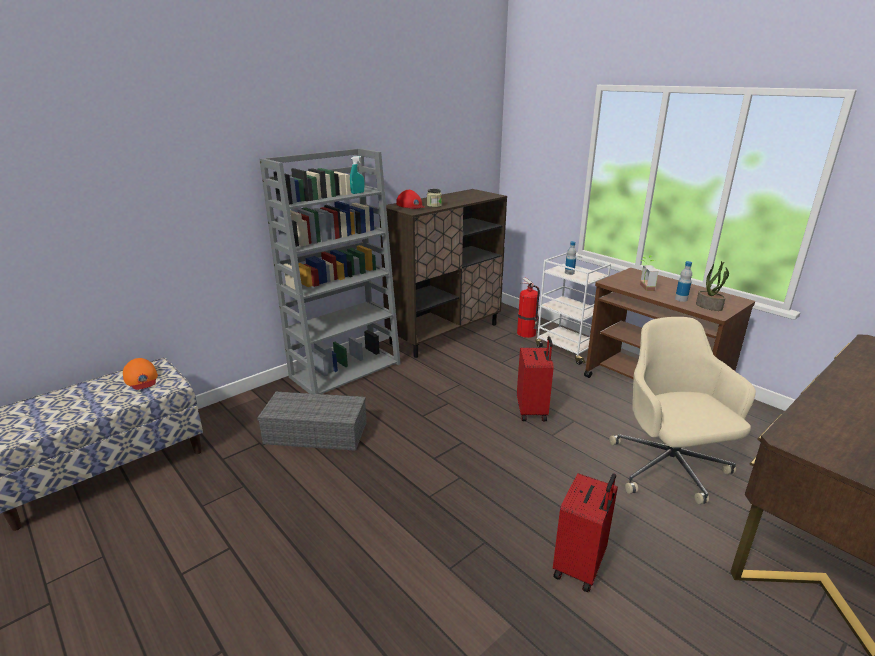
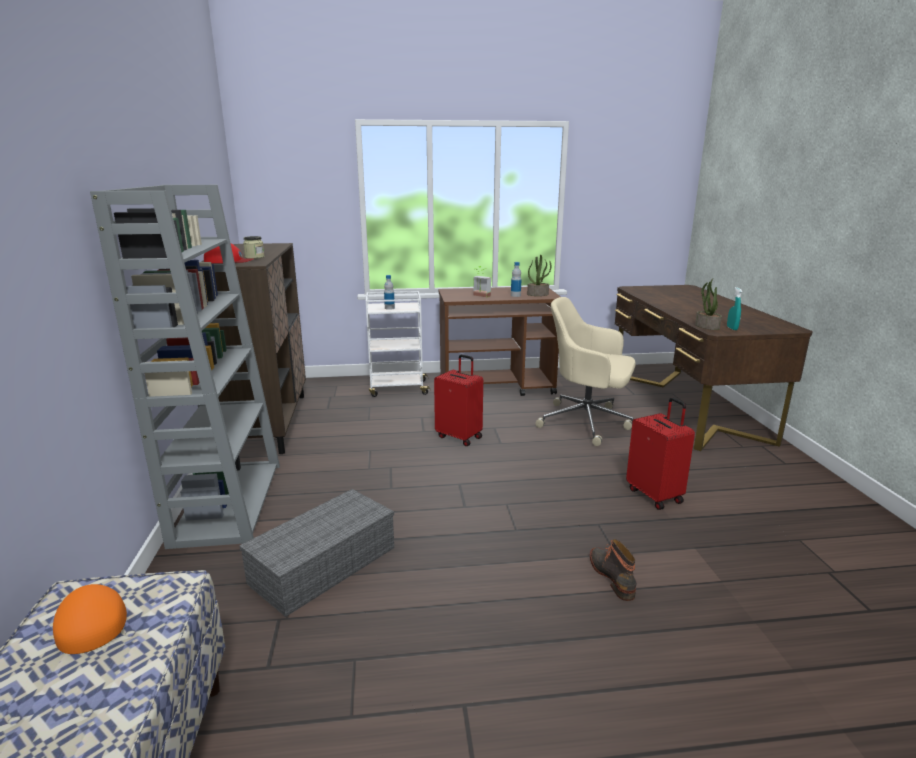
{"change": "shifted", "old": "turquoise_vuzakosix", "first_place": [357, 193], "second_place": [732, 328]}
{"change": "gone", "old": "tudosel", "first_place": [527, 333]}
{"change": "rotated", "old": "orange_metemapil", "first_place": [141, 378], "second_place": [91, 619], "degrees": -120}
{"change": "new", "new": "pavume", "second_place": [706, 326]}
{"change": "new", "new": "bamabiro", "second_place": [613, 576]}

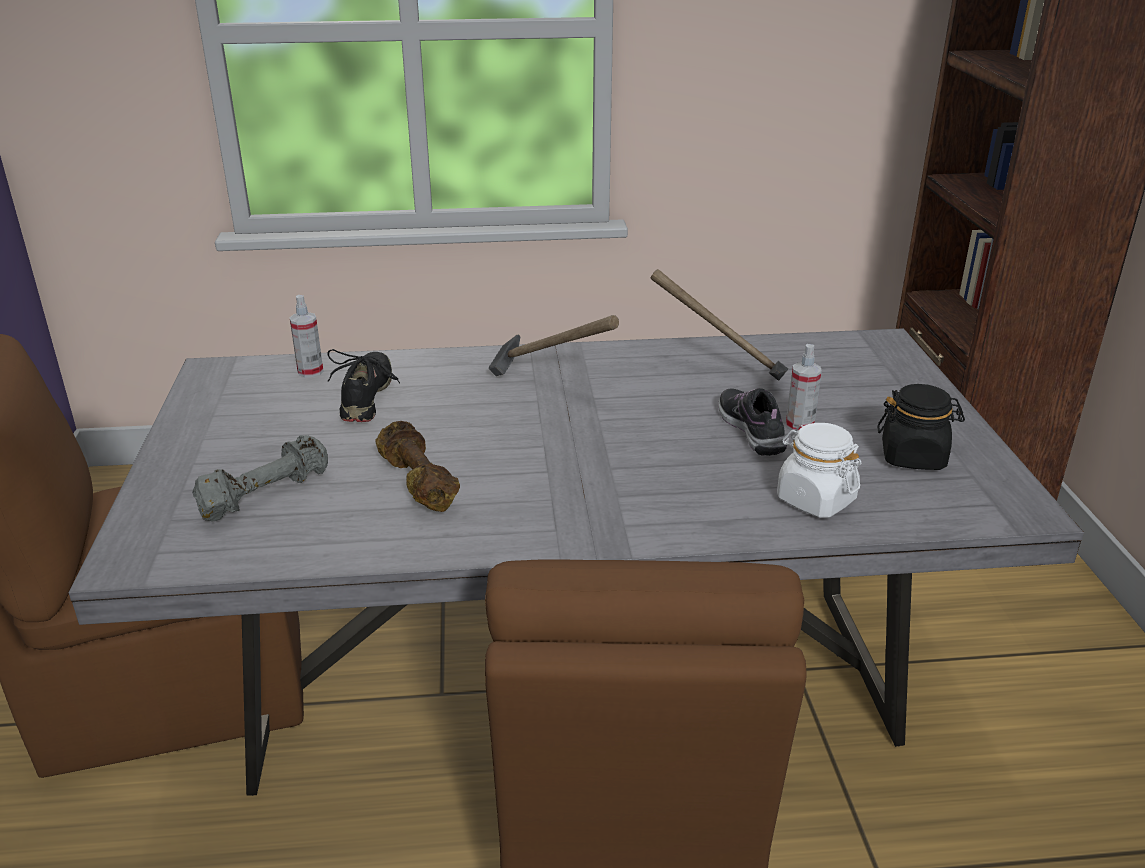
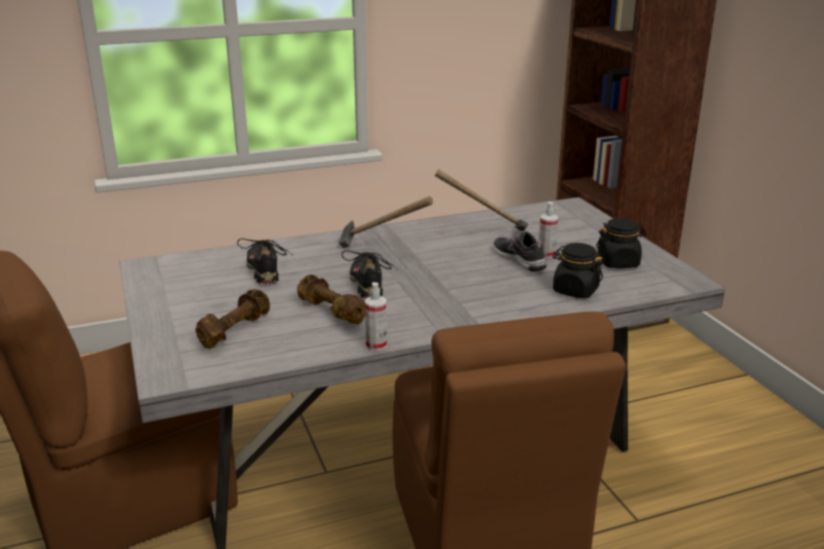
{"change": "shifted", "old": "vuzakosix", "first_place": [310, 371], "second_place": [376, 345]}
{"change": "repainted", "old": "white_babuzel", "new": "black_babuzel", "first_place": [815, 500], "second_place": [575, 290]}
{"change": "repainted", "old": "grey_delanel", "new": "brown_delanel", "first_place": [264, 494], "second_place": [234, 330]}
{"change": "new", "new": "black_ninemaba", "second_place": [369, 283]}

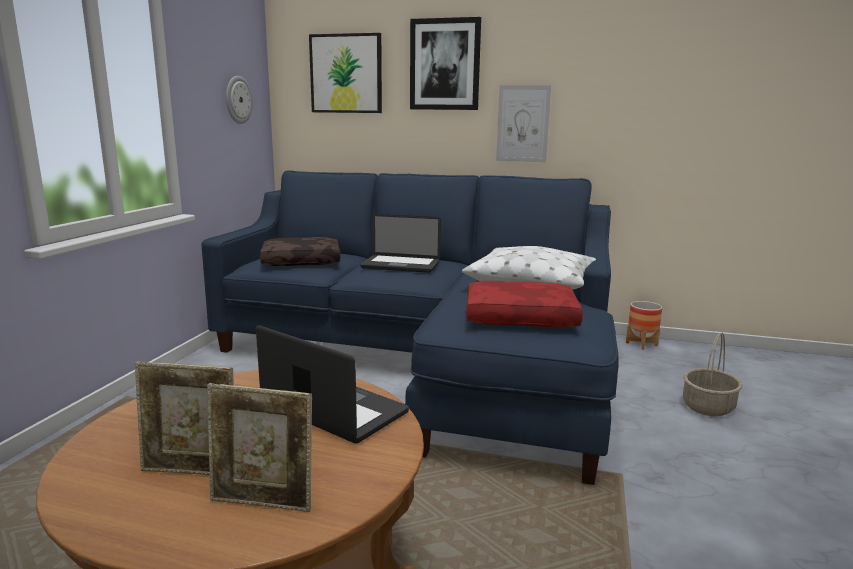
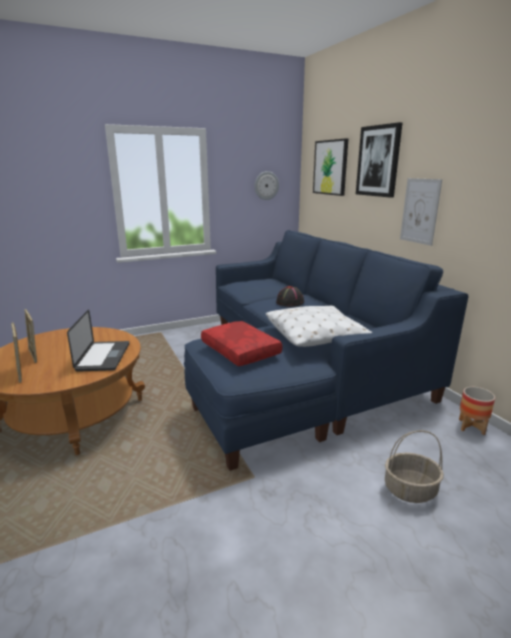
{"change": "swapped", "old": "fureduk", "new": "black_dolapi", "first_place": [400, 265], "second_place": [290, 302]}
{"change": "gone", "old": "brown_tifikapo", "first_place": [302, 261]}

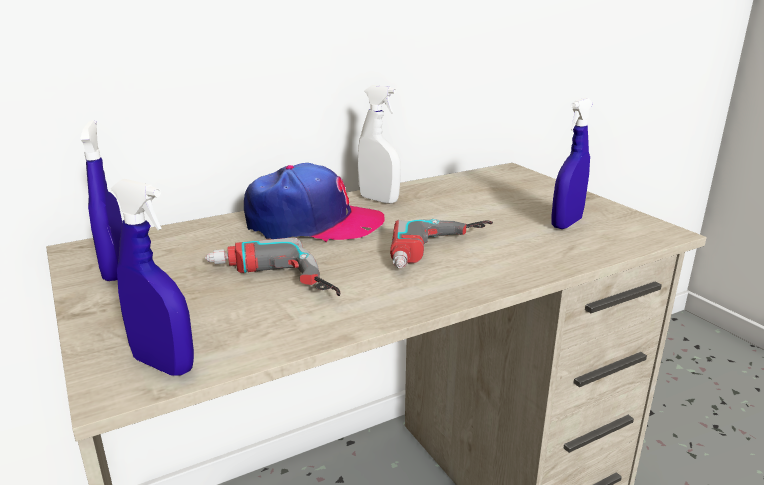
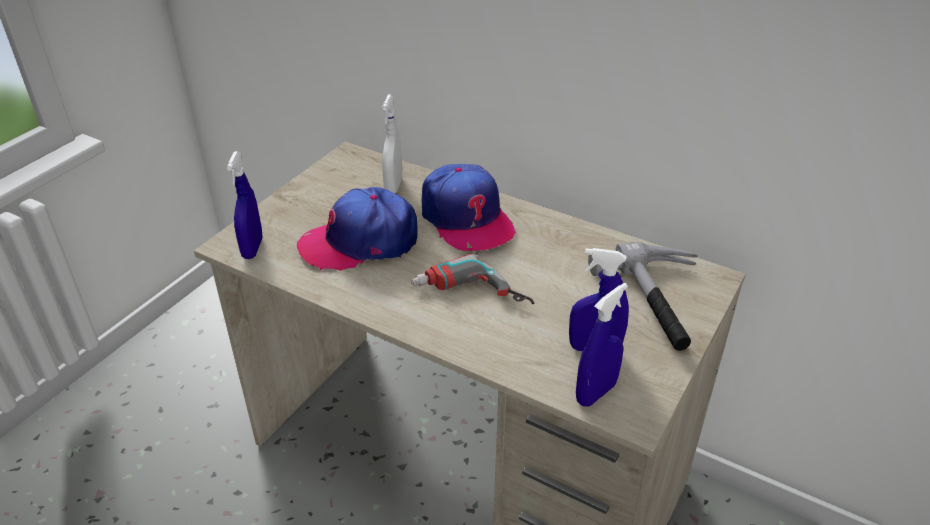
{"change": "shifted", "old": "white_vuzakosix", "first_place": [379, 200], "second_place": [393, 186]}
{"change": "shifted", "old": "blue_vuzakosix", "first_place": [116, 270], "second_place": [596, 393]}
{"change": "swapped", "old": "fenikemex", "new": "metemapil", "first_place": [269, 283], "second_place": [360, 241]}
{"change": "new", "new": "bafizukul", "second_place": [661, 302]}

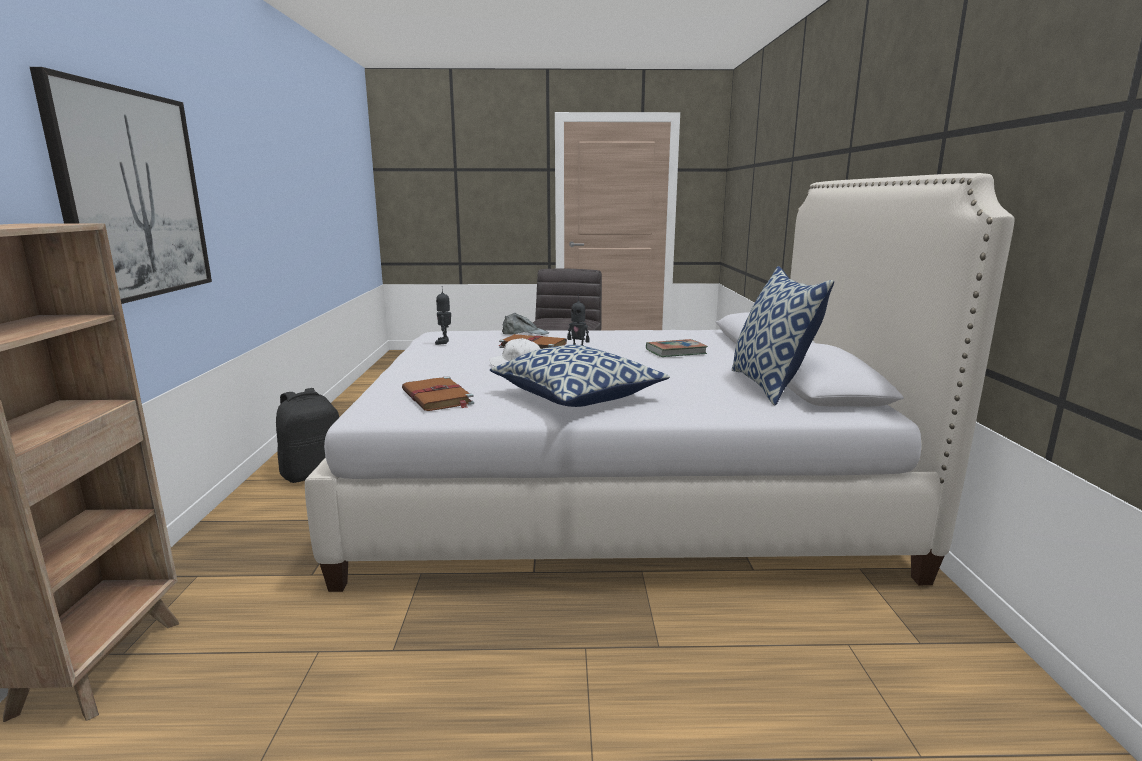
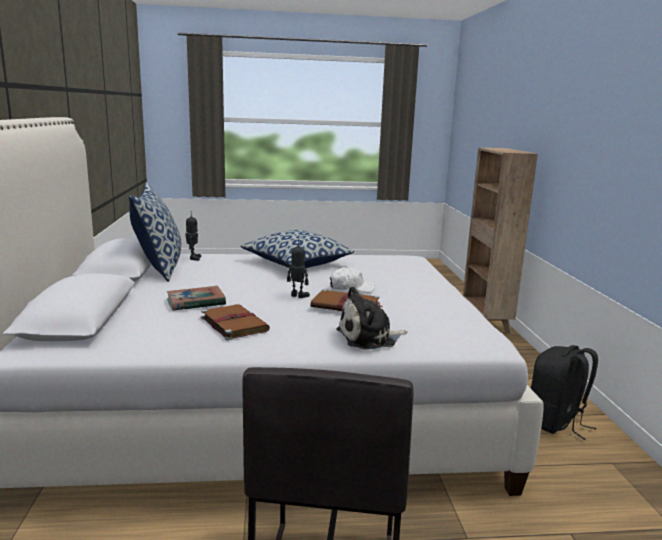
{"change": "gone", "old": "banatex", "first_place": [133, 195]}
{"change": "shifted", "old": "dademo", "first_place": [444, 342], "second_place": [193, 258]}
{"change": "swapped", "old": "grey_metemapil", "new": "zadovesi", "first_place": [525, 333], "second_place": [369, 338]}
{"change": "shifted", "old": "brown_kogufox", "first_place": [437, 397], "second_place": [233, 324]}

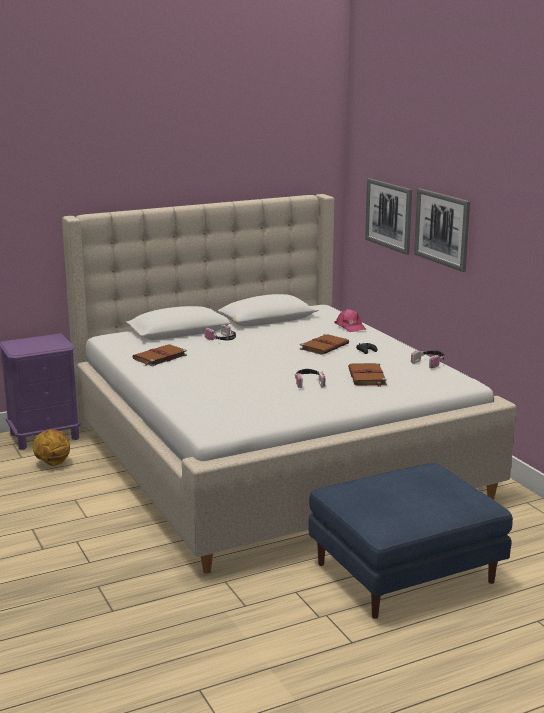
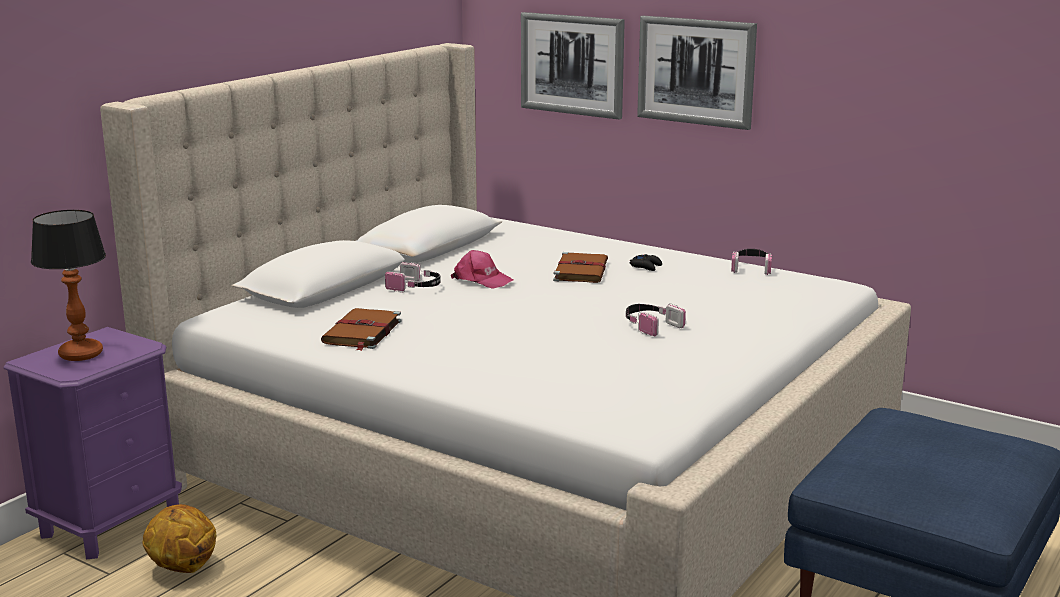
{"change": "shifted", "old": "pink_metemapil", "first_place": [350, 327], "second_place": [482, 280]}
{"change": "gone", "old": "brown_kogufox", "first_place": [367, 377]}
{"change": "new", "new": "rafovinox", "second_place": [81, 355]}

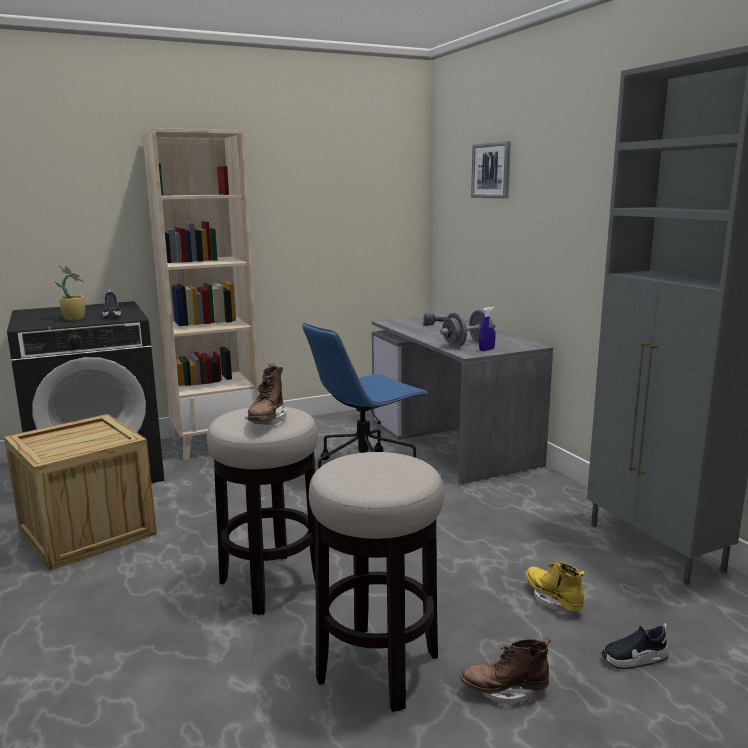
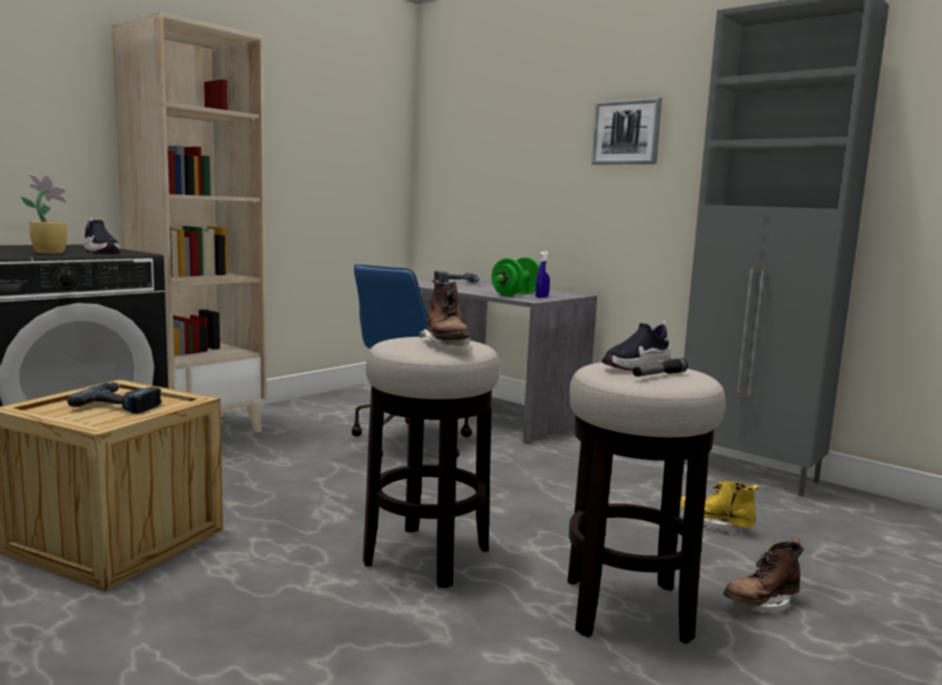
{"change": "shifted", "old": "banatex", "first_place": [491, 170], "second_place": [626, 132]}
{"change": "repainted", "old": "grey_delanel", "new": "green_delanel", "first_place": [467, 345], "second_place": [515, 294]}
{"change": "shifted", "old": "ninemaba", "first_place": [634, 659], "second_place": [636, 366]}
{"change": "new", "new": "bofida", "second_place": [659, 375]}
{"change": "new", "new": "fenikemex", "second_place": [121, 404]}

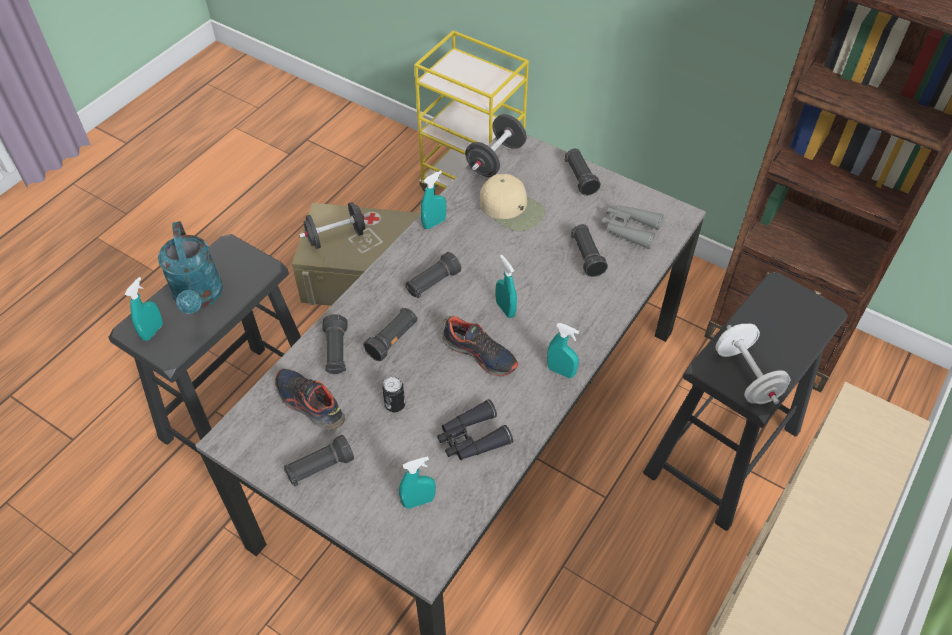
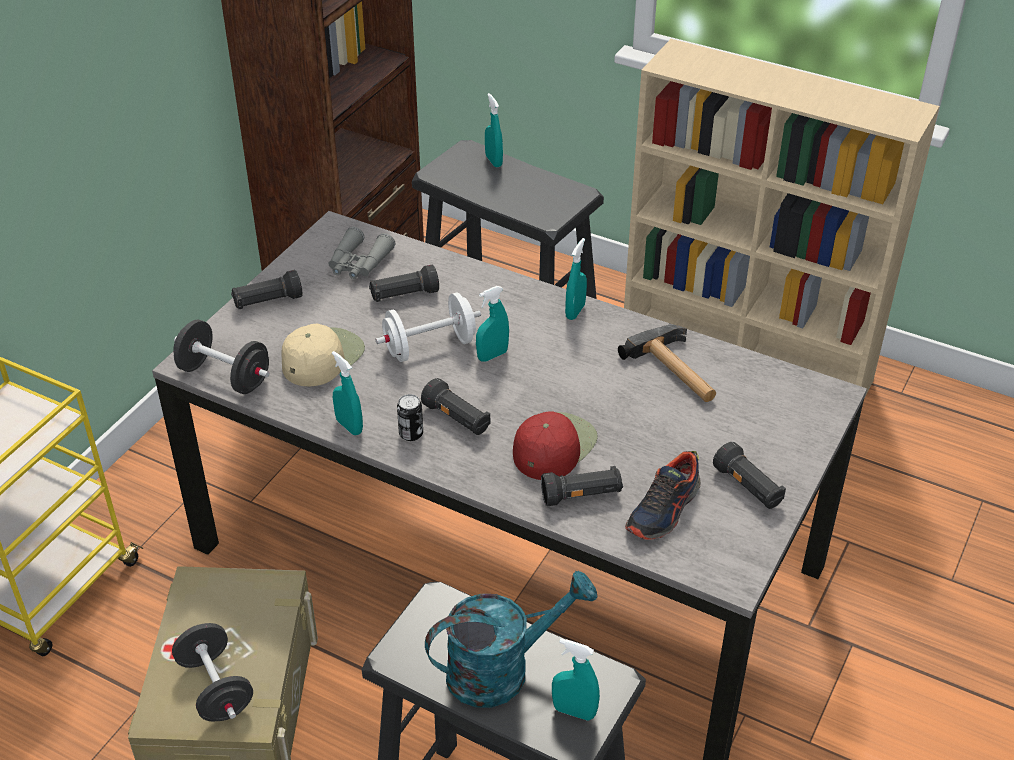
{"change": "swapped", "old": "black_bofida", "new": "red_metemapil", "first_place": [393, 340], "second_place": [553, 446]}
{"change": "gone", "old": "ninemaba", "first_place": [480, 353]}
{"change": "shifted", "old": "white_delanel", "first_place": [746, 376], "second_place": [429, 347]}
{"change": "shifted", "old": "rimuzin", "first_place": [395, 405], "second_place": [411, 434]}
{"change": "swapped", "old": "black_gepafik", "new": "bafizukul", "first_place": [472, 438], "second_place": [677, 371]}
{"change": "shifted", "old": "turquoise_vuzakosix", "first_place": [418, 501], "second_place": [493, 161]}

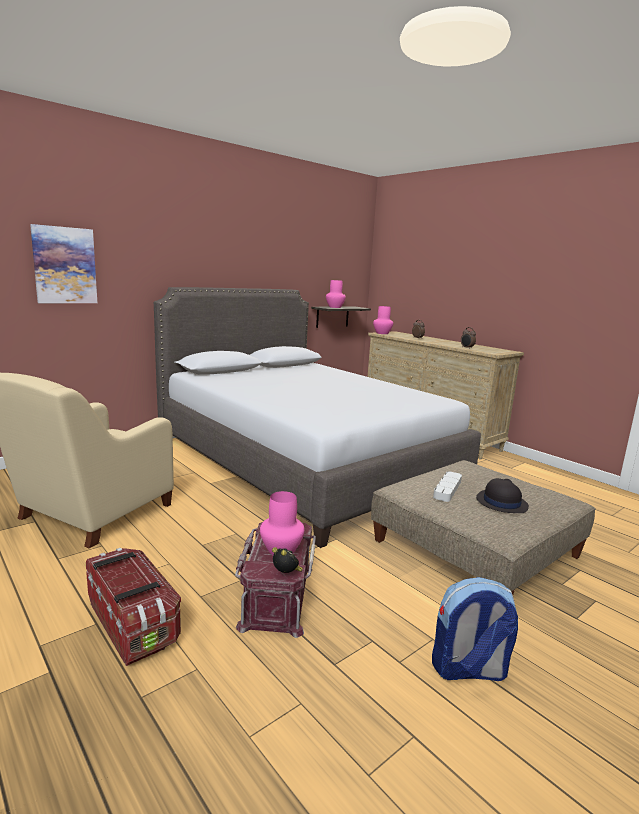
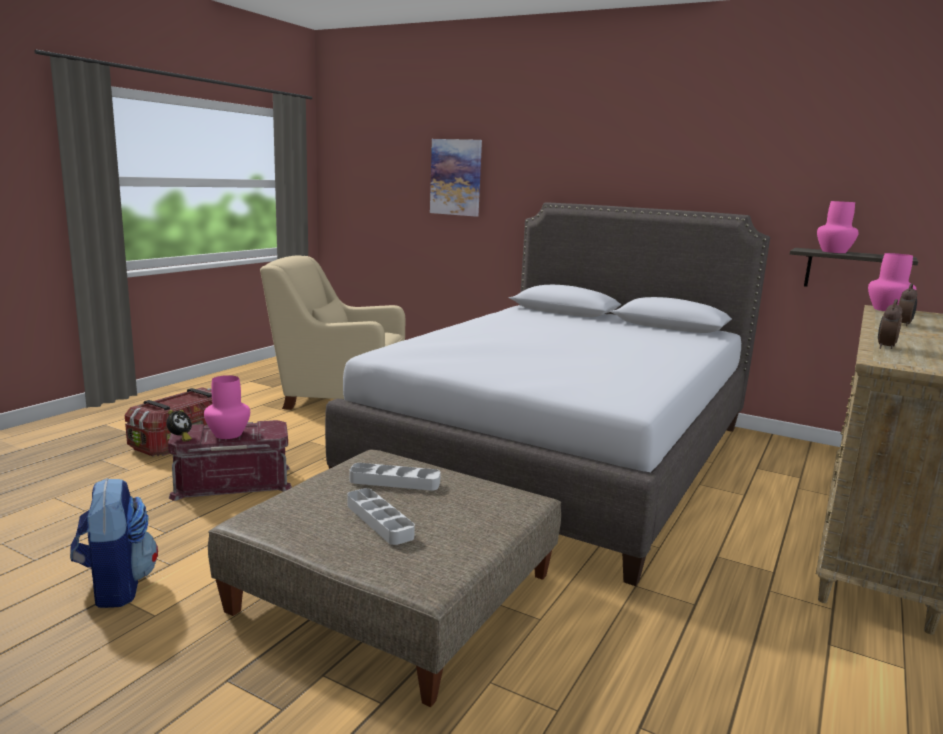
{"change": "swapped", "old": "black_dolapi", "new": "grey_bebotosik", "first_place": [501, 502], "second_place": [379, 520]}

